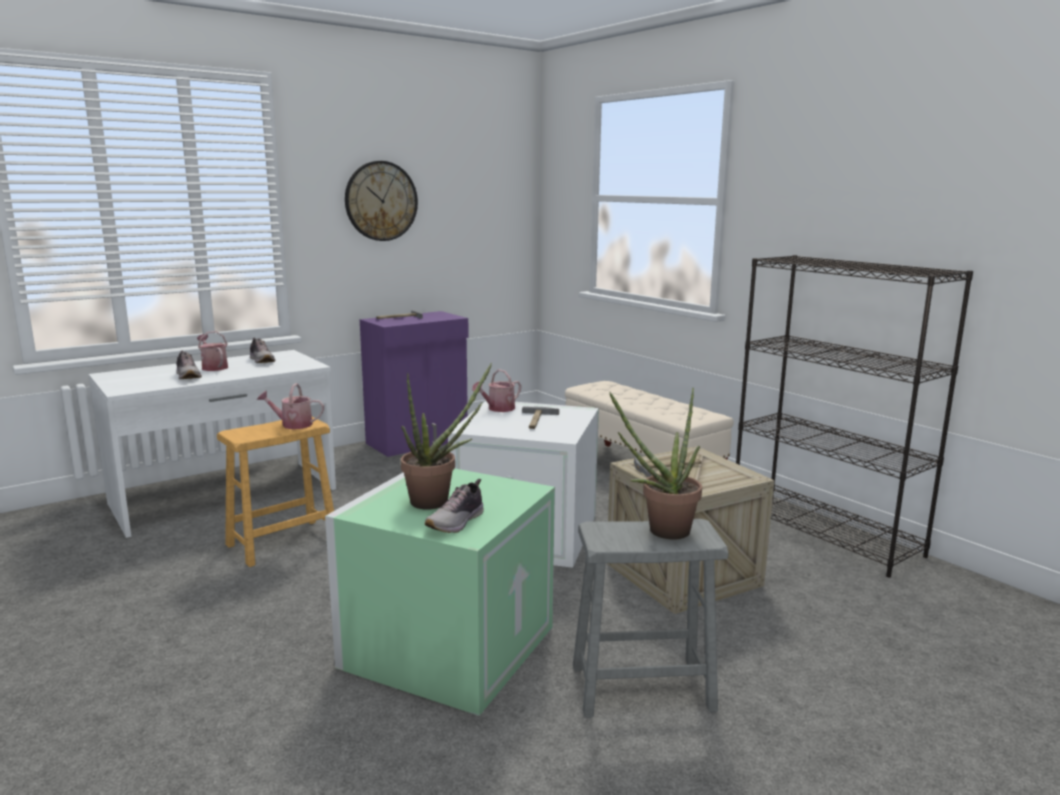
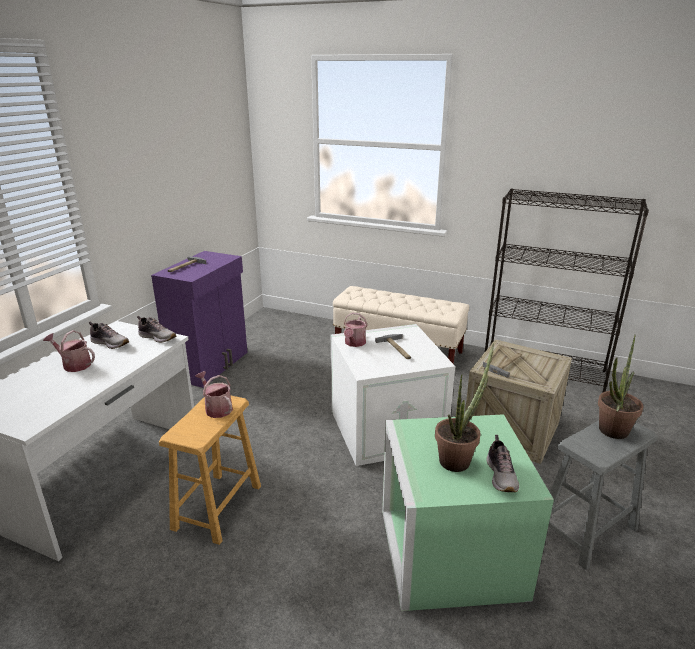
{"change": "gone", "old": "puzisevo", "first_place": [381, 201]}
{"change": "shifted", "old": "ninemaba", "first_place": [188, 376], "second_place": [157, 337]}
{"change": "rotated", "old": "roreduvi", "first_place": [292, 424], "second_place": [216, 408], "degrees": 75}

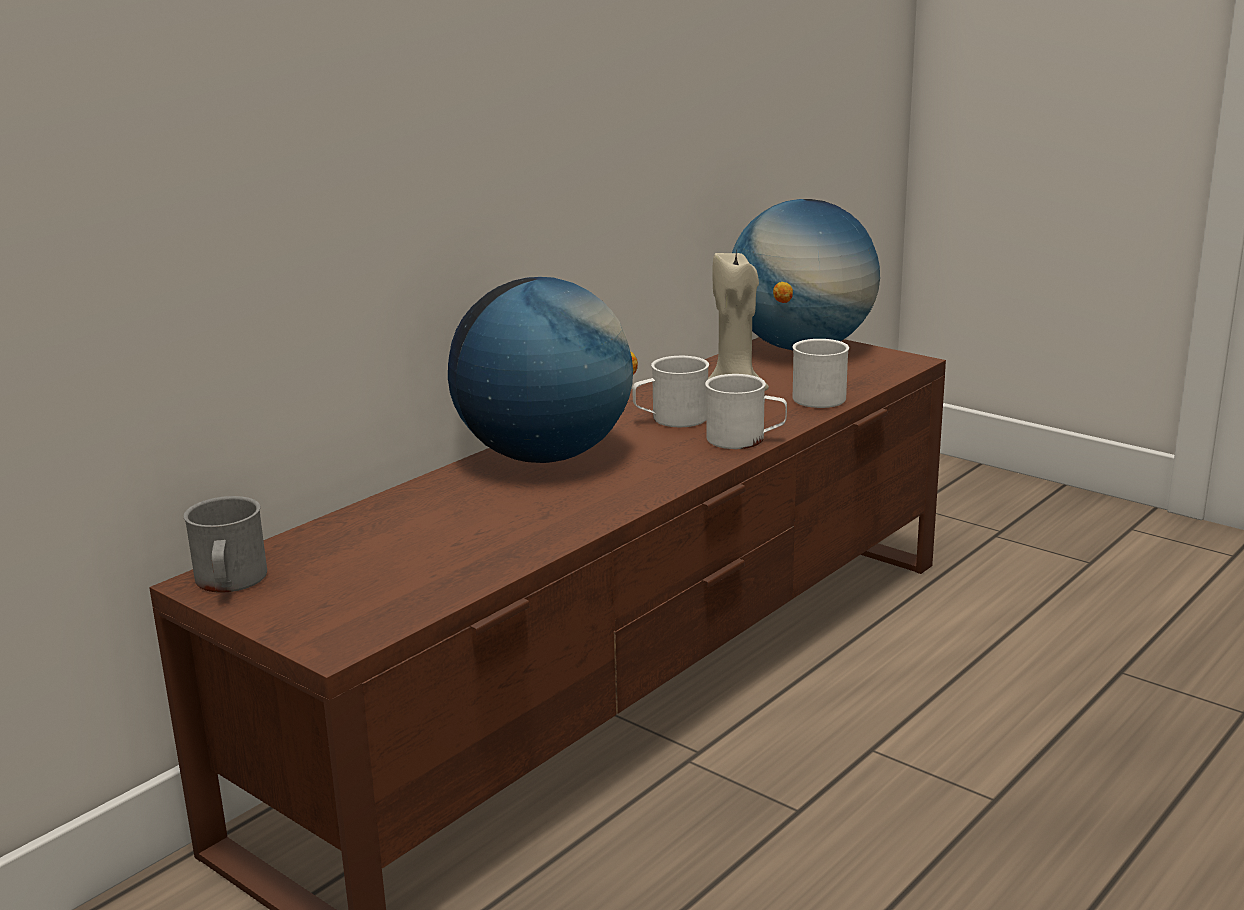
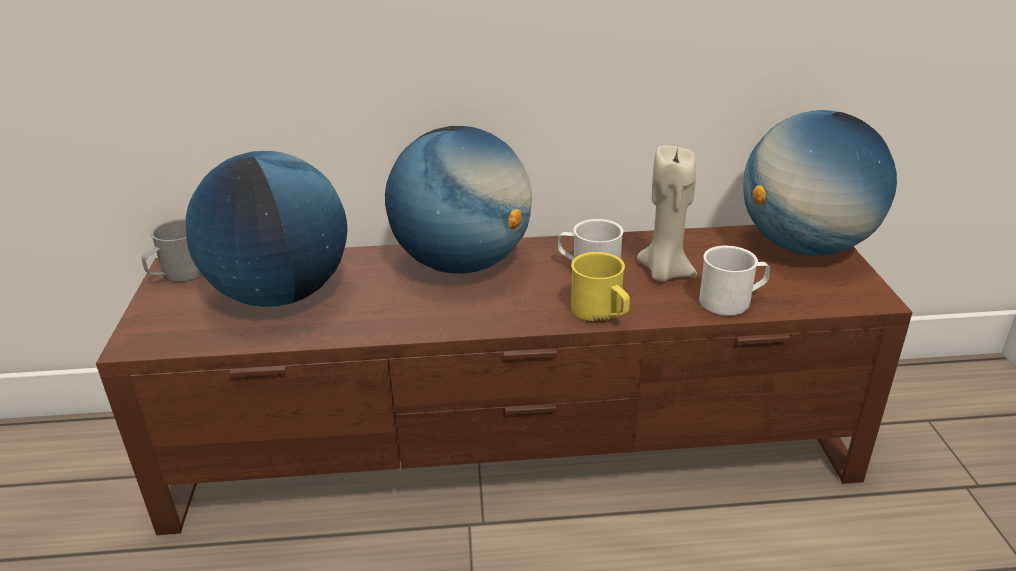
{"change": "repainted", "old": "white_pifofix", "new": "yellow_pifofix", "first_place": [745, 439], "second_place": [601, 313]}
{"change": "new", "new": "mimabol", "second_place": [281, 294]}

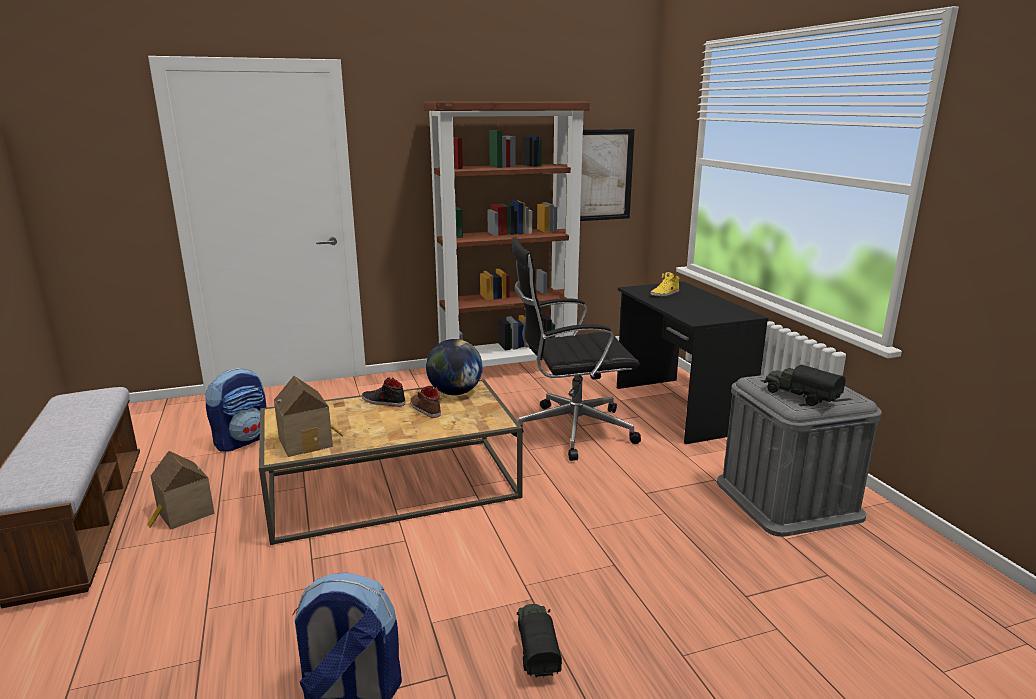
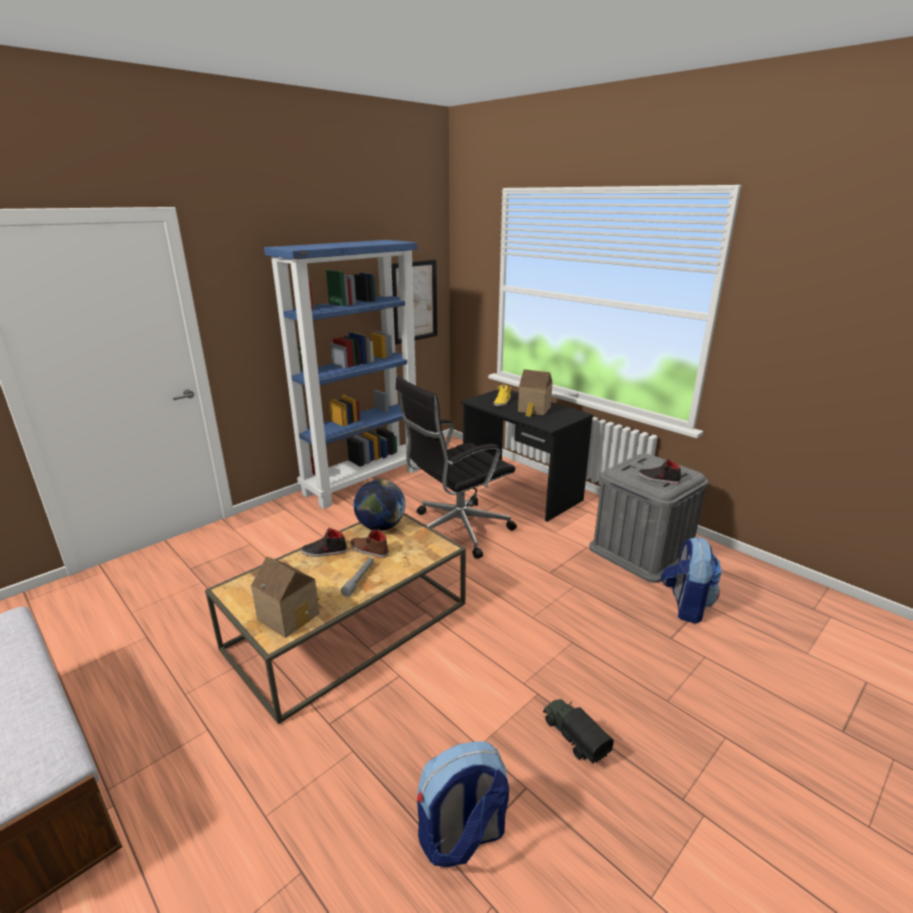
{"change": "repainted", "old": "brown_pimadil", "new": "blue_pimadil", "first_place": [508, 368], "second_place": [363, 481]}
{"change": "swapped", "old": "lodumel", "new": "black_ninemaba", "first_place": [800, 397], "second_place": [658, 479]}
{"change": "shifted", "old": "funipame", "first_place": [243, 440], "second_place": [685, 605]}
{"change": "shifted", "old": "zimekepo", "first_place": [183, 514], "second_place": [534, 410]}
{"change": "new", "new": "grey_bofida", "second_place": [359, 579]}

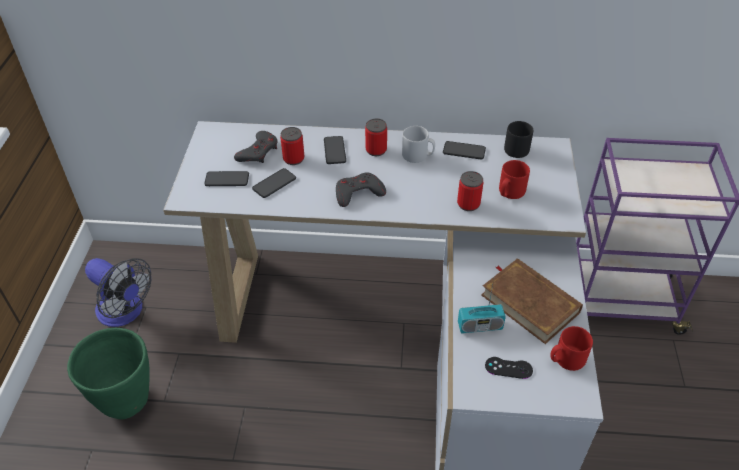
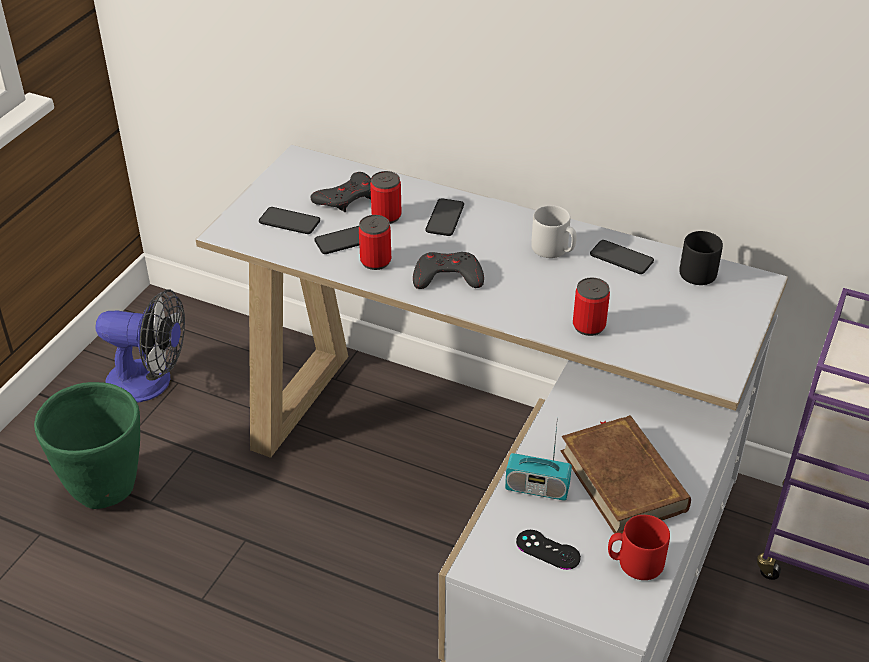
{"change": "shifted", "old": "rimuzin", "first_place": [376, 150], "second_place": [375, 261]}
{"change": "gone", "old": "red_pifofix", "first_place": [510, 192]}
{"change": "rotated", "old": "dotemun", "first_place": [125, 312], "second_place": [150, 382], "degrees": -45}

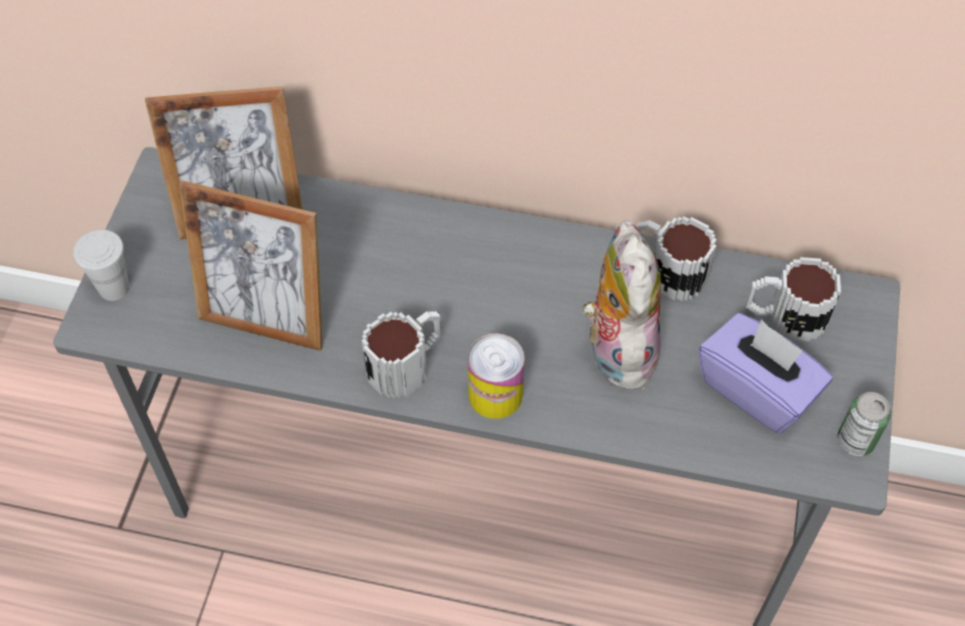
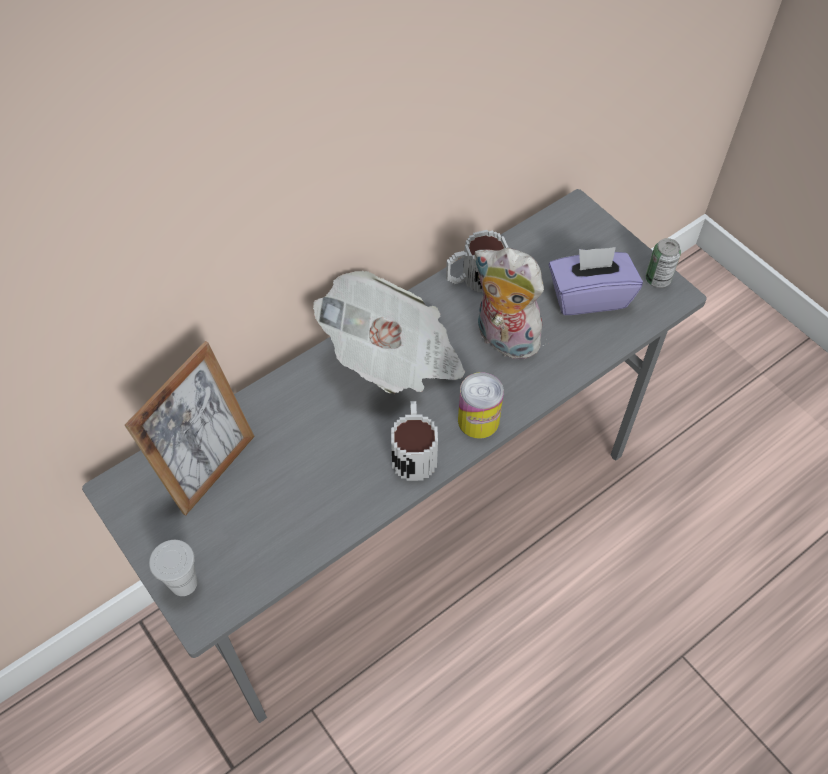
{"change": "gone", "old": "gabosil", "first_place": [266, 319]}
{"change": "gone", "old": "pifofix", "first_place": [784, 316]}
{"change": "new", "new": "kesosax", "second_place": [393, 357]}

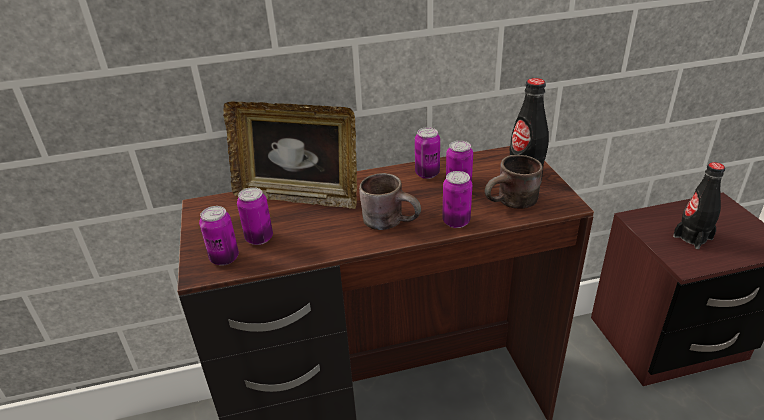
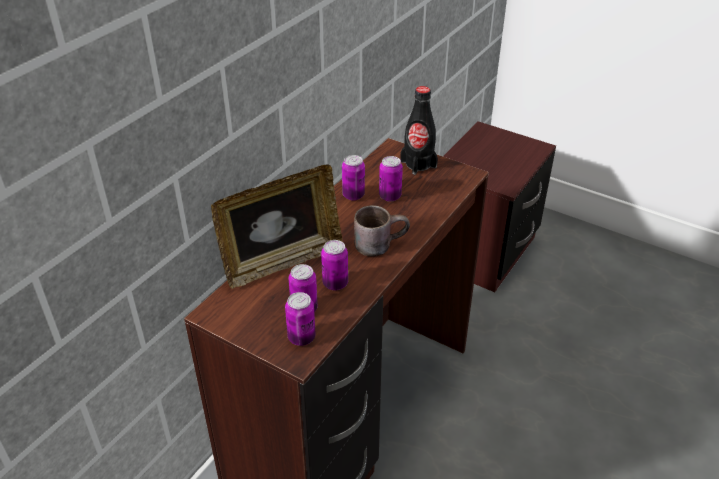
{"change": "gone", "old": "brown_pifofix", "first_place": [513, 204]}
{"change": "gone", "old": "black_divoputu", "first_place": [692, 237]}
{"change": "shifted", "old": "rimuzin", "first_place": [456, 222], "second_place": [335, 283]}

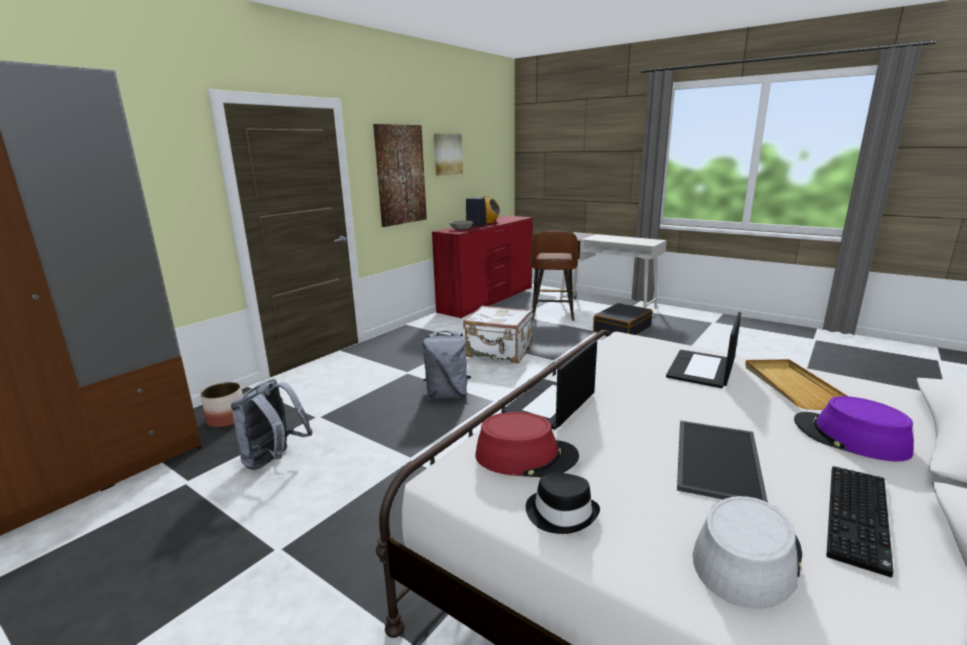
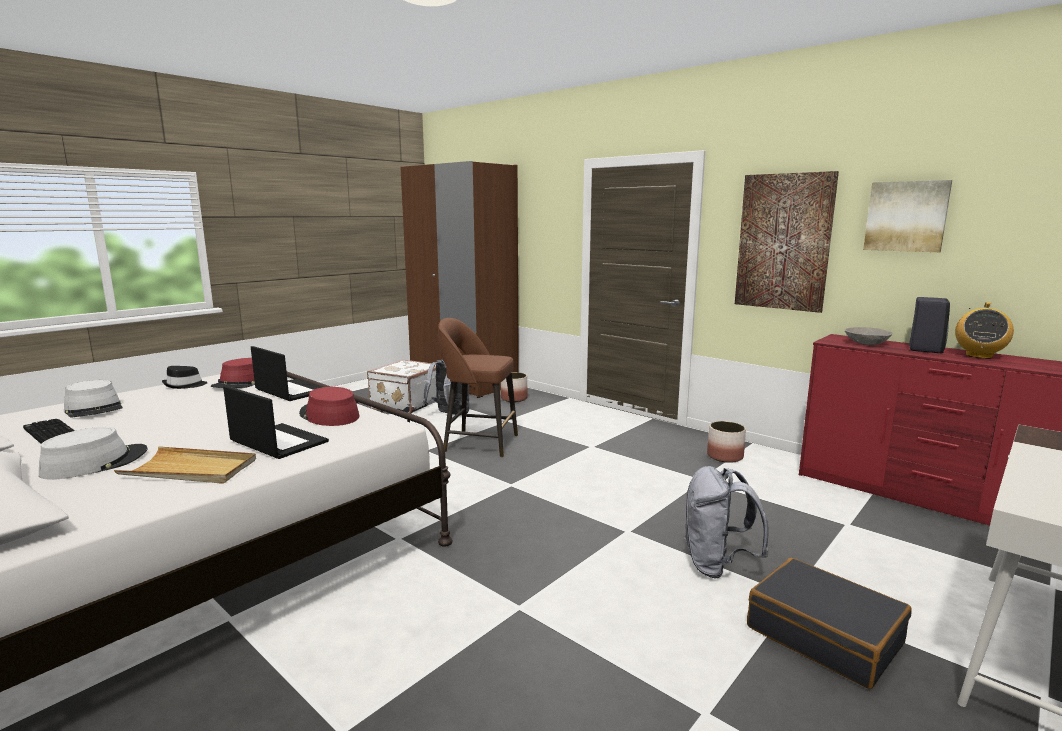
{"change": "shifted", "old": "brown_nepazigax", "first_place": [552, 314], "second_place": [478, 443]}
{"change": "shifted", "old": "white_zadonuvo", "first_place": [499, 352], "second_place": [405, 404]}
{"change": "shifted", "old": "grey_funipame", "first_place": [447, 394], "second_place": [717, 565]}
{"change": "repainted", "old": "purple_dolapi", "new": "grey_dolapi", "first_place": [849, 437], "second_place": [95, 463]}
{"change": "gone", "old": "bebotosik", "first_place": [715, 459]}
{"change": "new", "new": "red_dolapi", "second_place": [329, 415]}
{"change": "new", "new": "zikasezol", "second_place": [724, 456]}

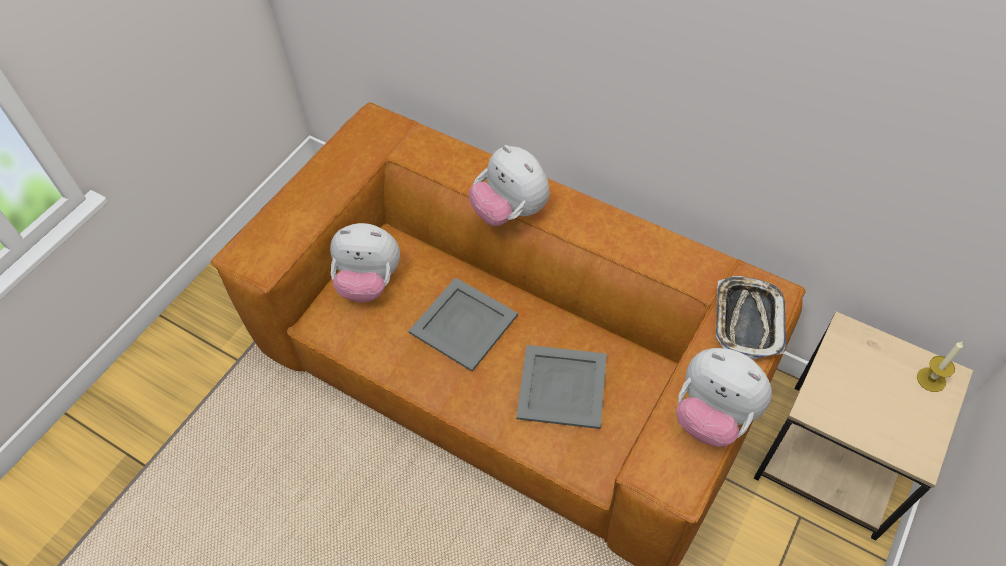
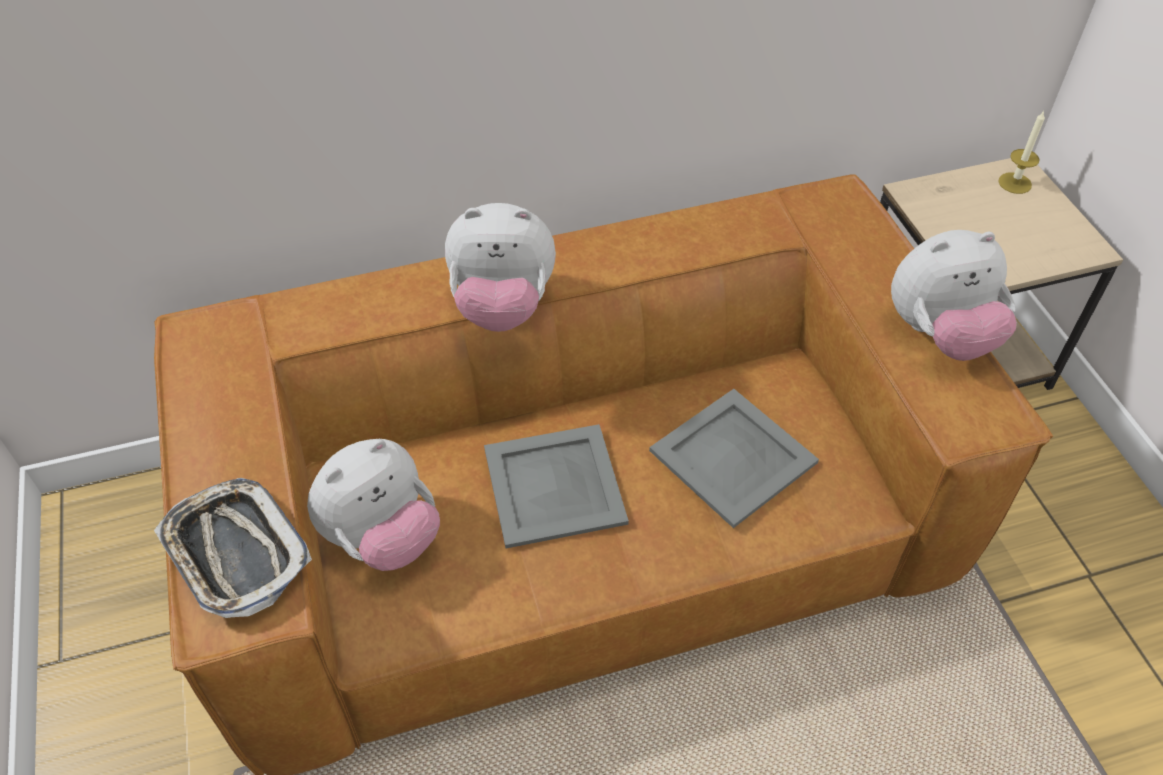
{"change": "shifted", "old": "bebotosik", "first_place": [747, 320], "second_place": [235, 552]}

